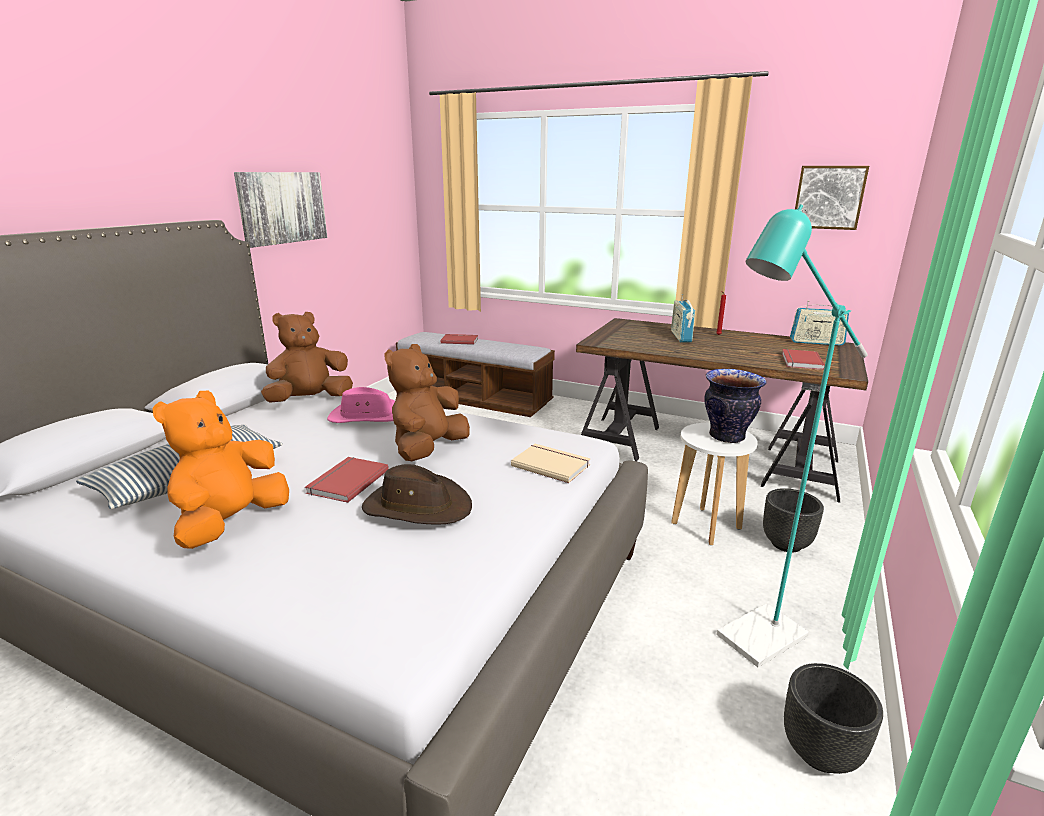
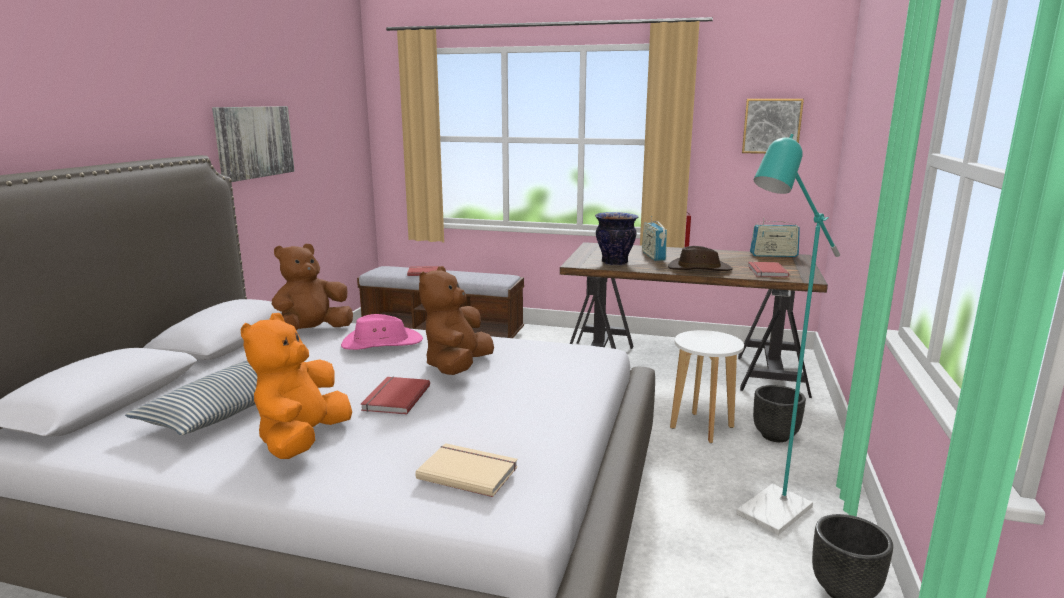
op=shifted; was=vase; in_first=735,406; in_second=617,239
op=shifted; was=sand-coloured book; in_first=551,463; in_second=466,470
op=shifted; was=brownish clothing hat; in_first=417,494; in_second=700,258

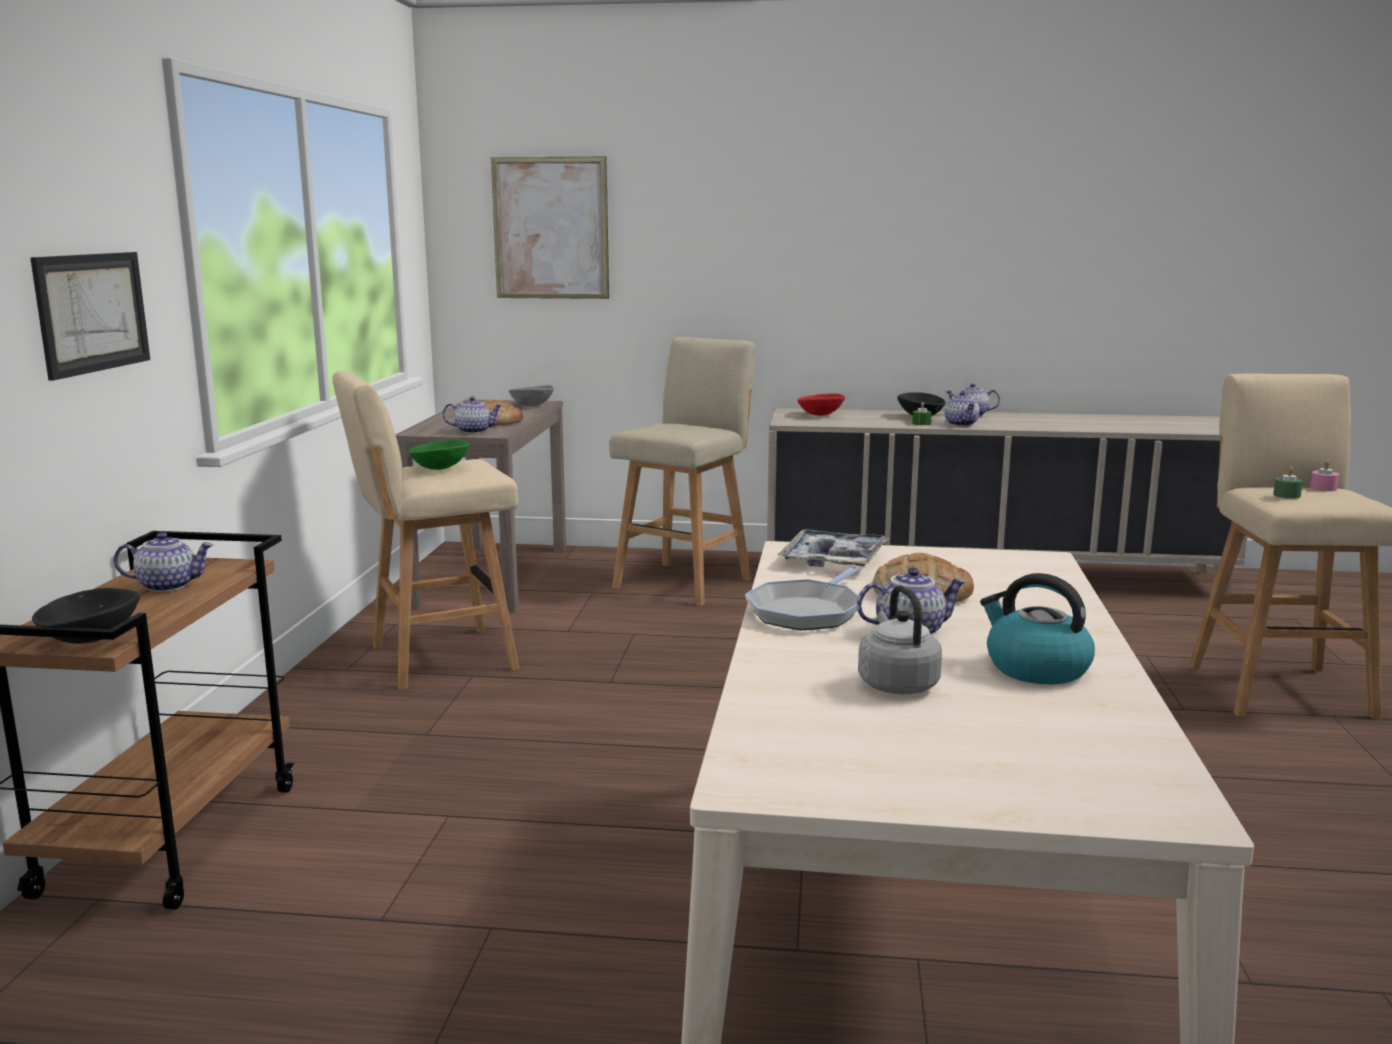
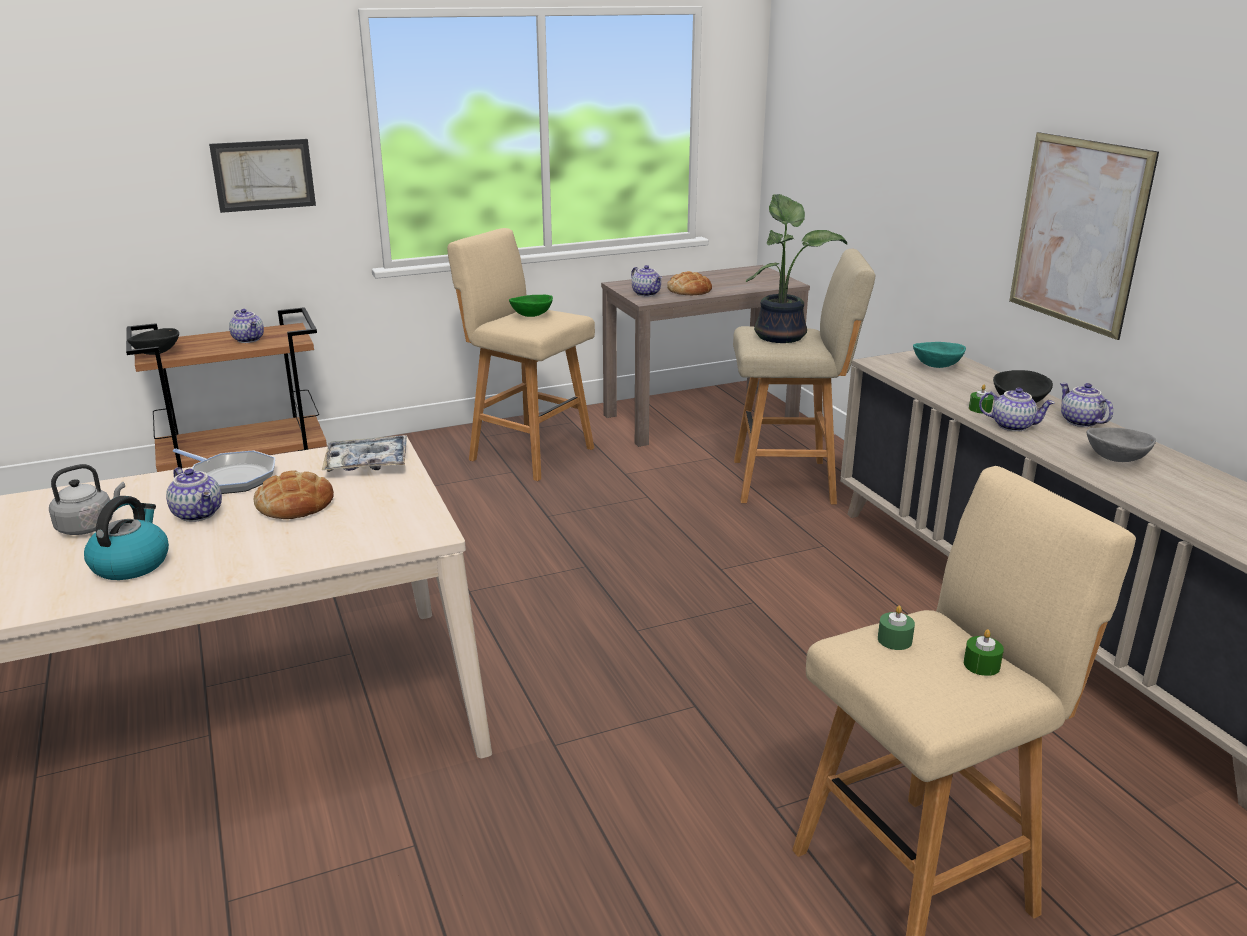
op=shifted; was=wall art; in_first=550,228; in_second=1084,236
op=shifted; was=greyish serving bowl; in_first=531,395; in_second=1121,445
op=rotated; was=tea pot; in_first=962,408; in_second=1017,409; clockwise=-120
op=repainted; was=red-coloured serving bowl; now=turquoise-coloured serving bowl; in_first=821,404; in_second=939,355
op=repainted; was=pink-coloured wax light; now=green wax light; in_first=1324,475; in_second=984,653
op=rotated; was=frying pan; in_first=804,598; in_second=224,471; clockwise=-150
op=new; now=plant in a pot; in_second=796,268

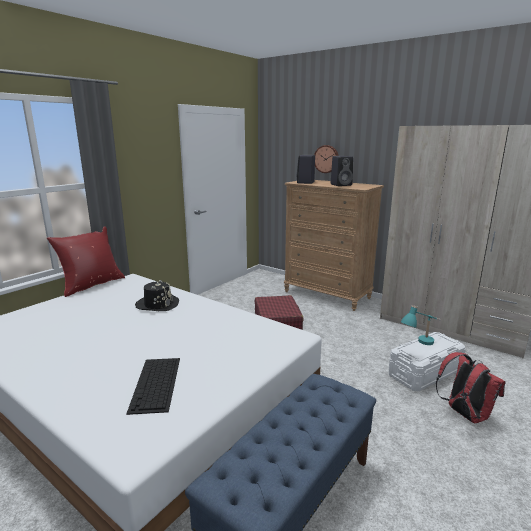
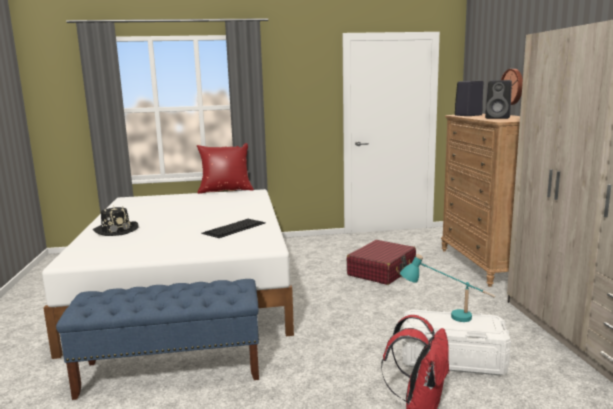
op=shifted; was=black-coloured clothing hat; in_first=157,295; in_second=116,221
op=shifted; was=PC keyboard; in_first=153,386; in_second=233,228

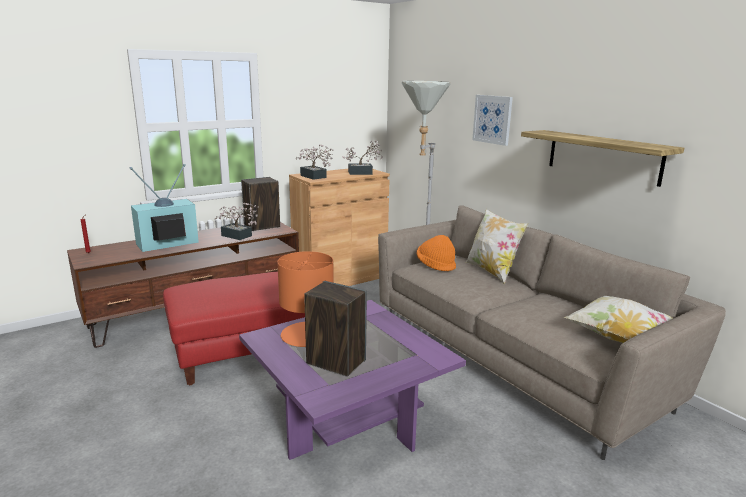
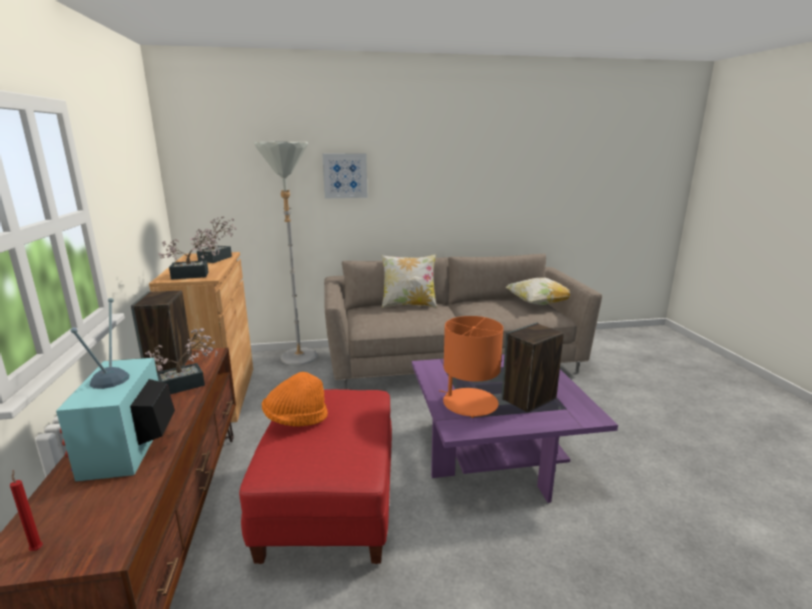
op=gone; was=shelf; in_first=602,158
op=shifted; was=orange clothing hat; in_first=436,253; in_second=295,399

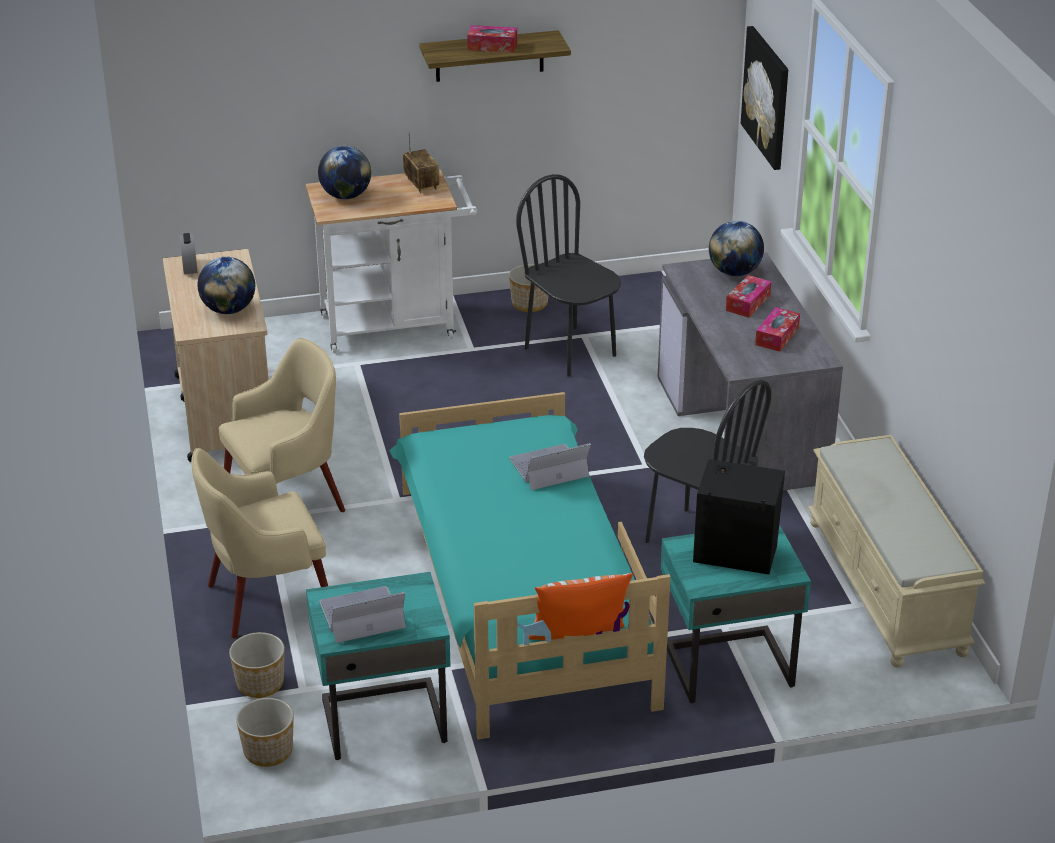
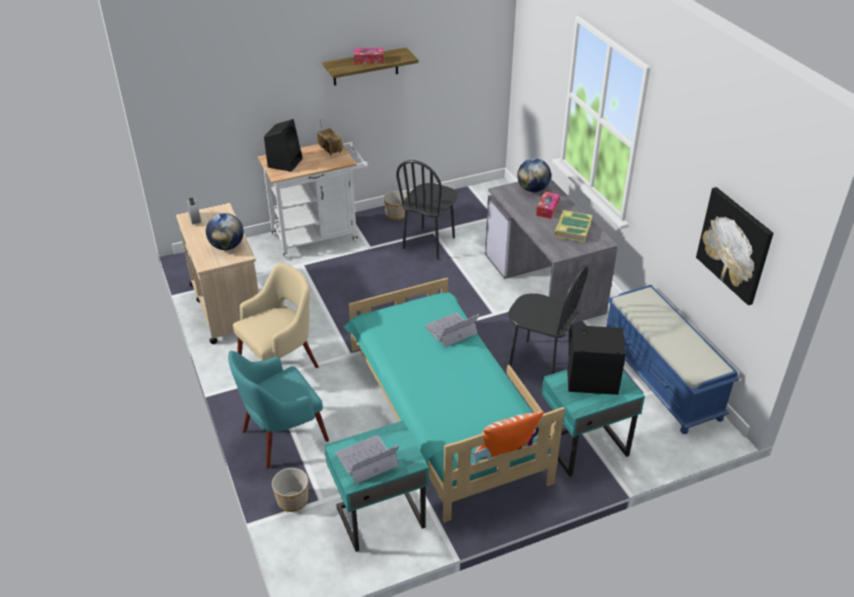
op=shifted; was=wall art; in_first=764,98; in_second=734,246
op=swapped; was=desk globe; now=black-coloured speaker; in_first=344,172; in_second=283,145
op=rotated; was=black-coloured upright chair; in_first=568,275; in_second=426,209; clockwise=-105
op=swapped; was=tissue holder; now=book; in_first=777,329; in_second=573,226
op=repainted; was=sand-coloured long seat; now=blue-coloured long seat; in_first=896,551; in_second=673,359
op=repainted; was=sand-coloured armchair; now=turquoise-coloured armchair; in_first=259,543; in_second=278,410
op=gone; was=planter; in_first=265,732

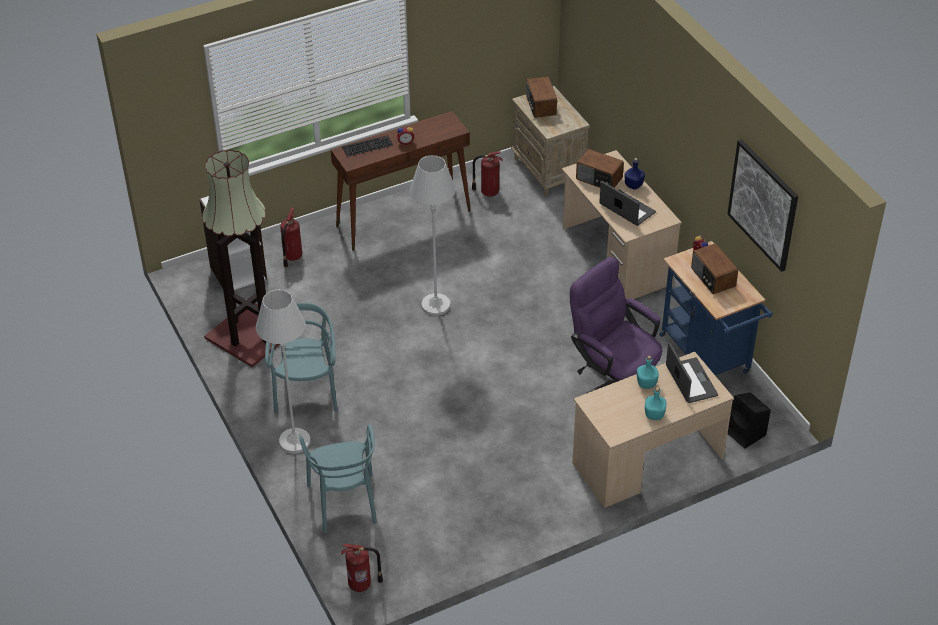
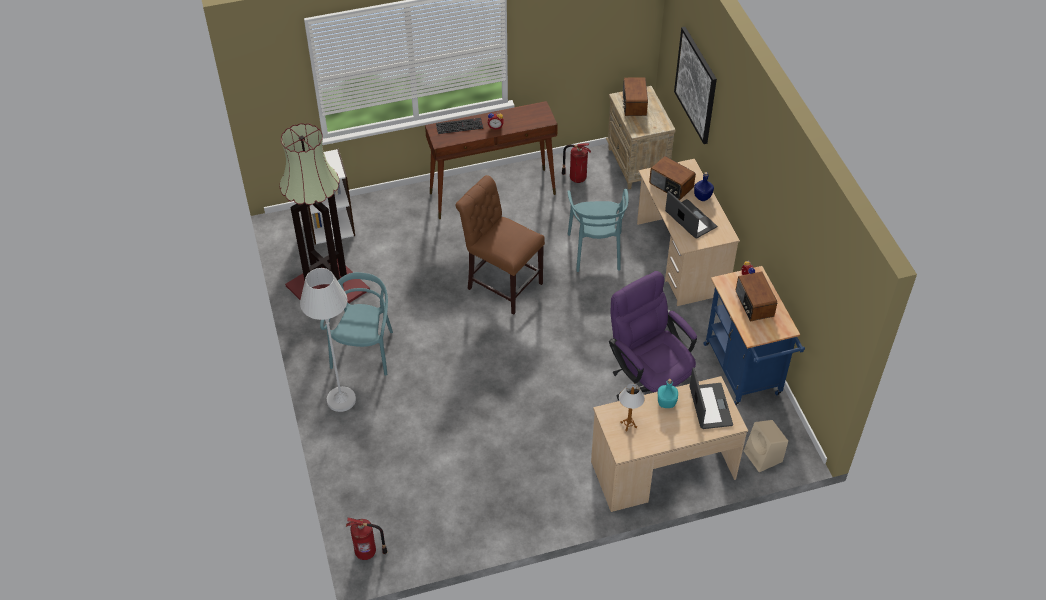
op=shifted; was=wall art; in_first=762,205; in_second=695,85
op=swapped; was=whitish standing lamp; now=brownish upright chair; in_first=433,235; in_second=500,244
op=gone; was=extinguisher; in_first=291,237
op=gone; was=turquoise-coloured bottle; in_first=655,403
op=repainted; was=black-coloured speaker; now=sand-coloured speaker; in_first=749,420; in_second=766,446
op=shifted; was=turquoise-coloured upright chair; in_first=338,478; in_second=598,230
op=new; now=tabletop lamp; in_second=632,407

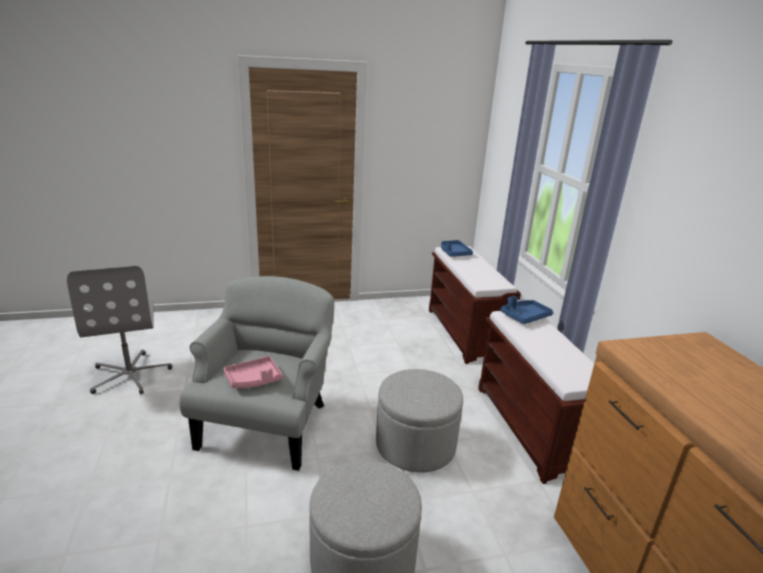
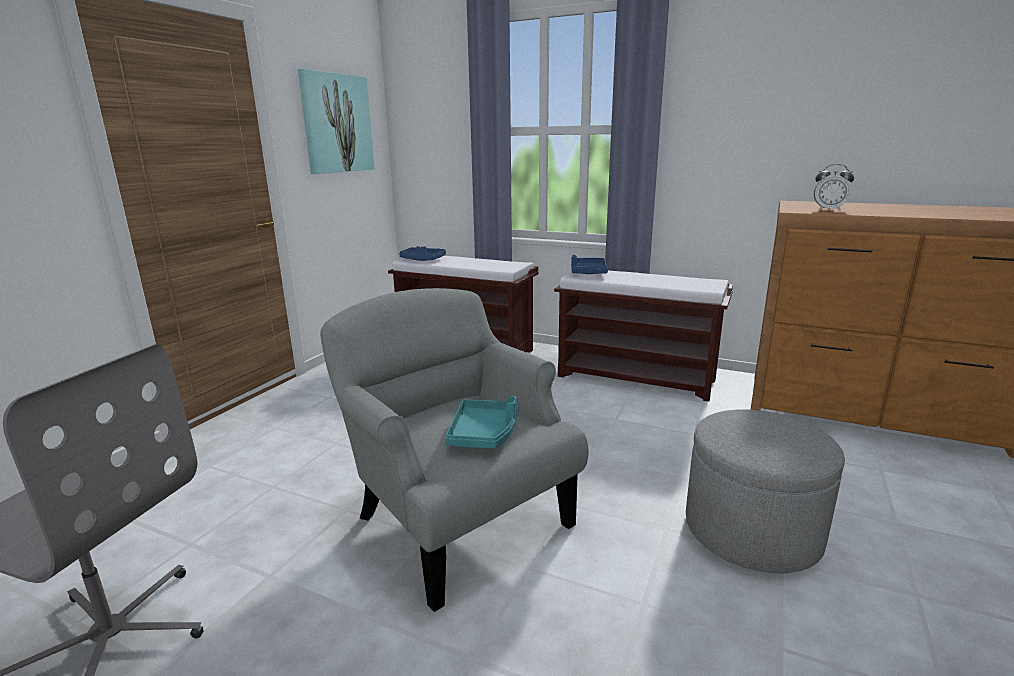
op=repainted; was=pink-coloured tray; now=turquoise-coloured tray; in_first=253,372; in_second=482,422
op=gone; was=greyish footrest; in_first=419,421
op=new; now=wall art; in_second=336,121
op=new; now=table clock; in_second=834,187

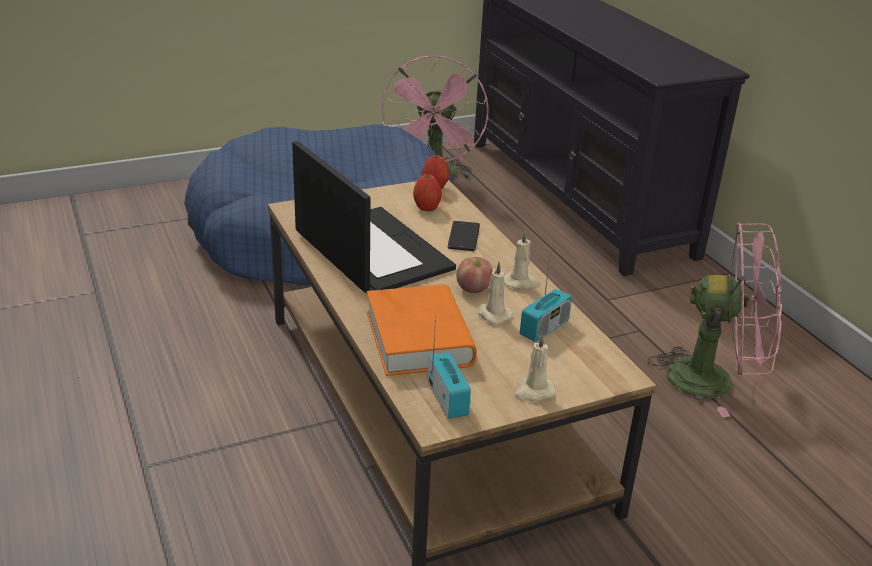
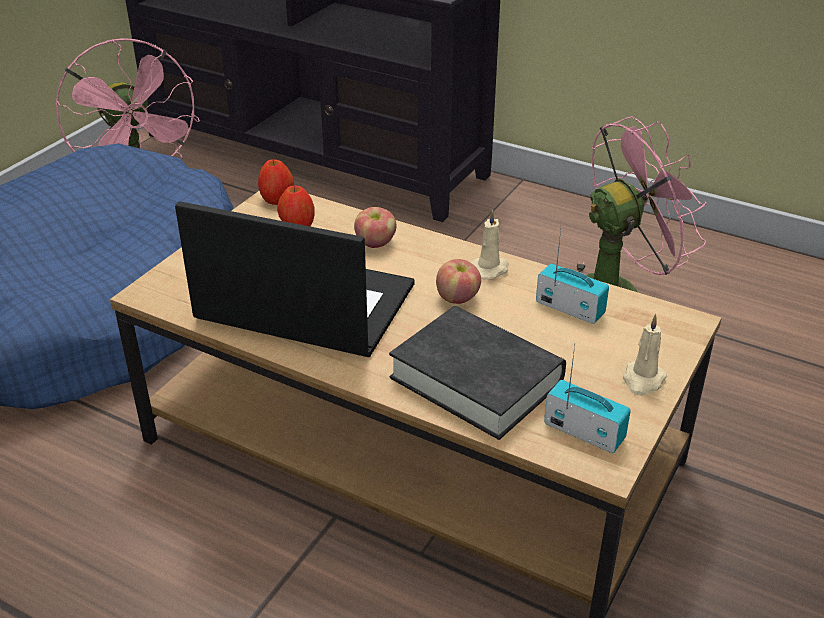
op=swapped; was=phone; now=whole apple; in_first=464,236; in_second=375,227
op=rotated; was=radio receiver; in_first=546,295; in_second=572,277; clockwise=-60
op=gone; was=sand-coloured wax light; in_first=495,292
op=repainted; was=orange book; now=black-coloured book; in_first=422,330; in_second=477,373

